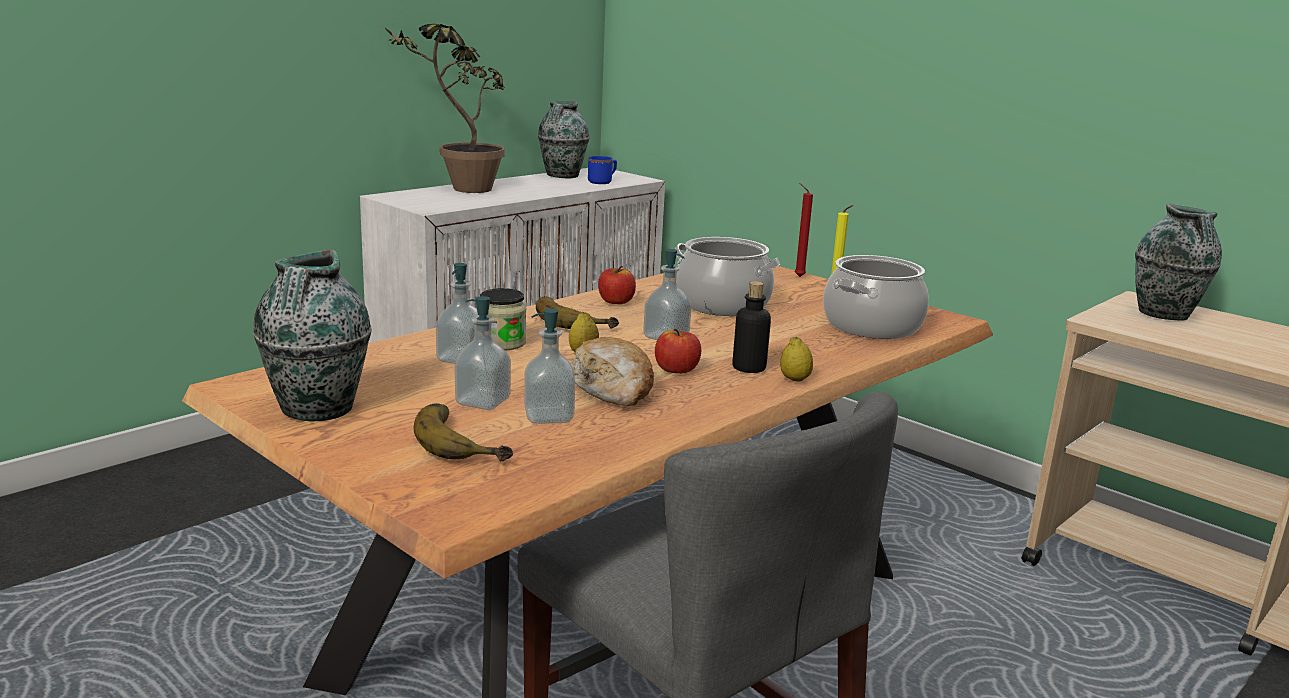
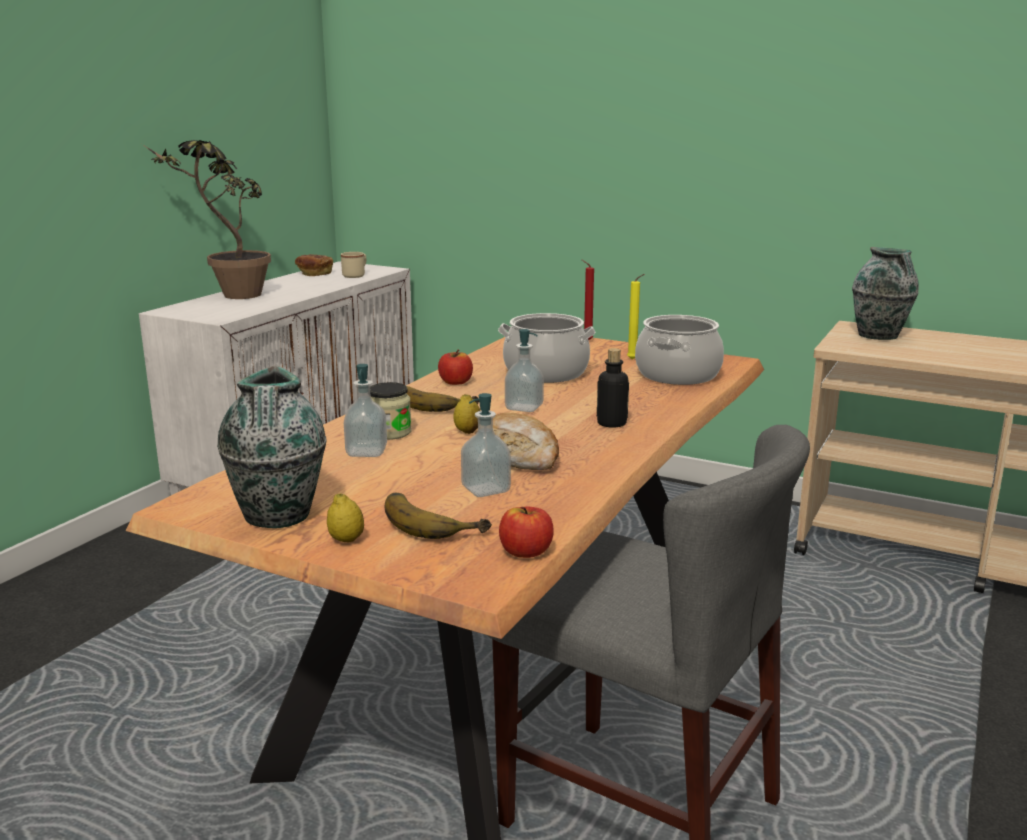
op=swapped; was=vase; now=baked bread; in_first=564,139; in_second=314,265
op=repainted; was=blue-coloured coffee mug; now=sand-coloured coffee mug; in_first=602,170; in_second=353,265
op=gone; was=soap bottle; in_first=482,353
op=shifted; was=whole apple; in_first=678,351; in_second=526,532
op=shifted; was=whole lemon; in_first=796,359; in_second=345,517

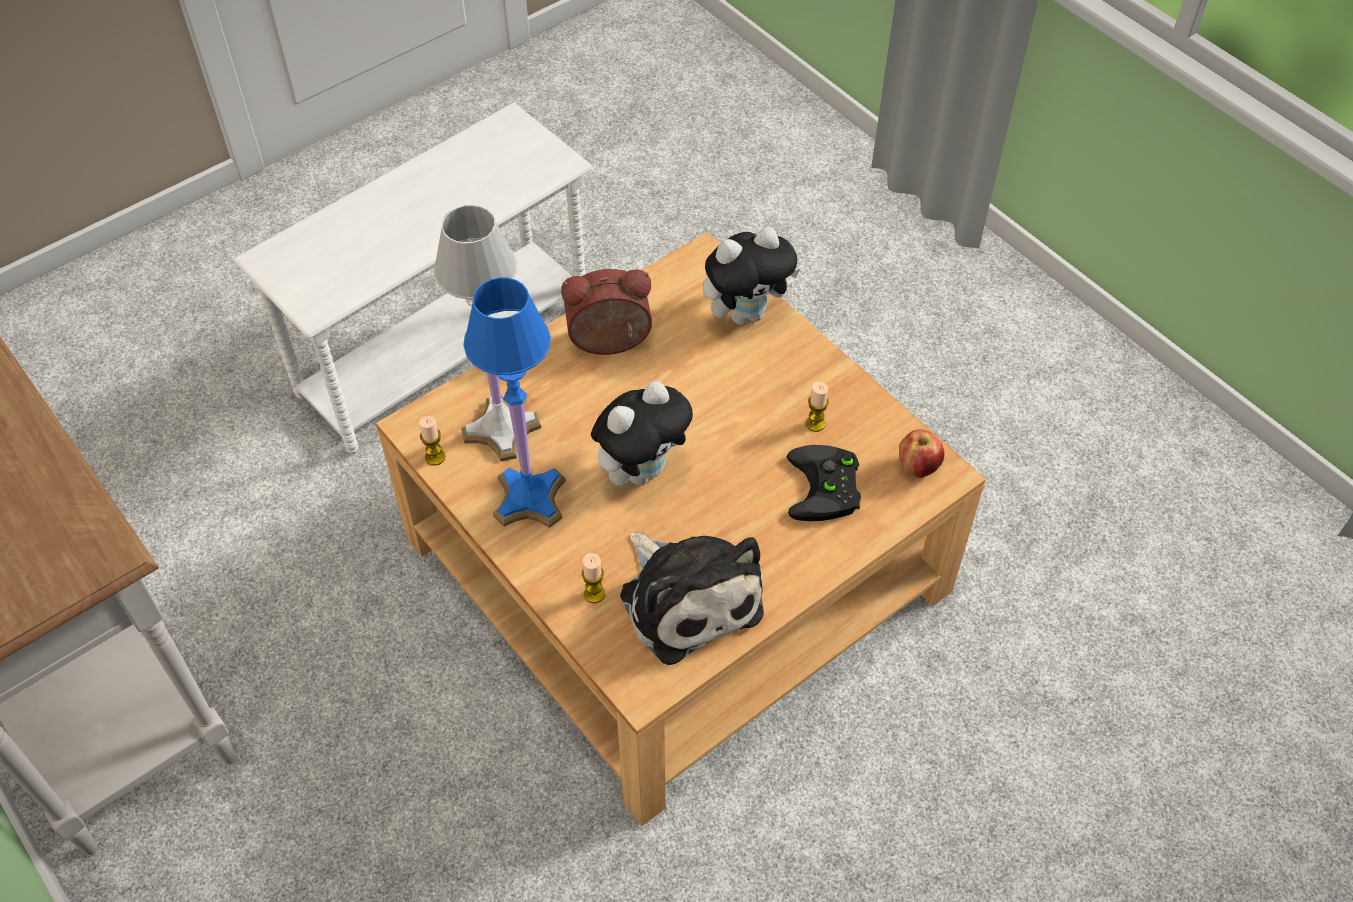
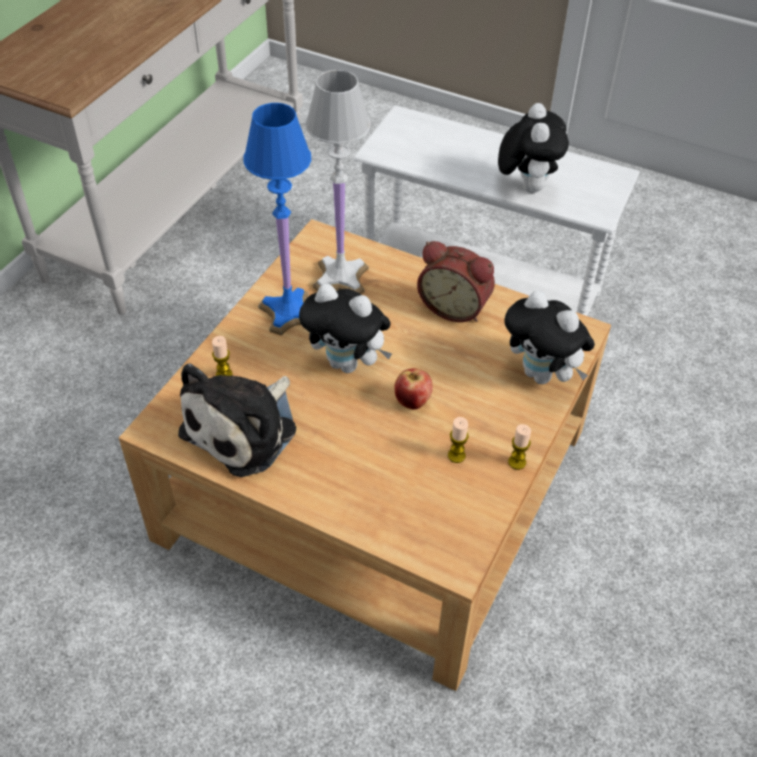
op=rotated; was=table clock; in_first=606,312; in_second=456,281; clockwise=150
op=shifted; was=wax light; in_first=432,441; in_second=519,447
op=shifted; was=whole apple; in_first=922,453; in_second=413,389
op=gone; was=black-coloured joypad; in_first=823,483
op=new; now=soft toy; in_second=533,148

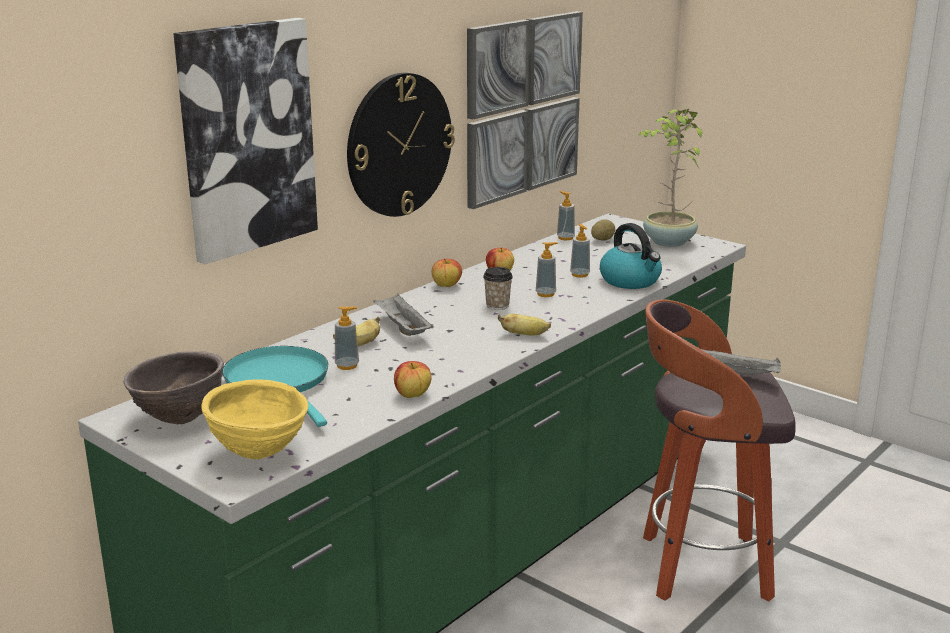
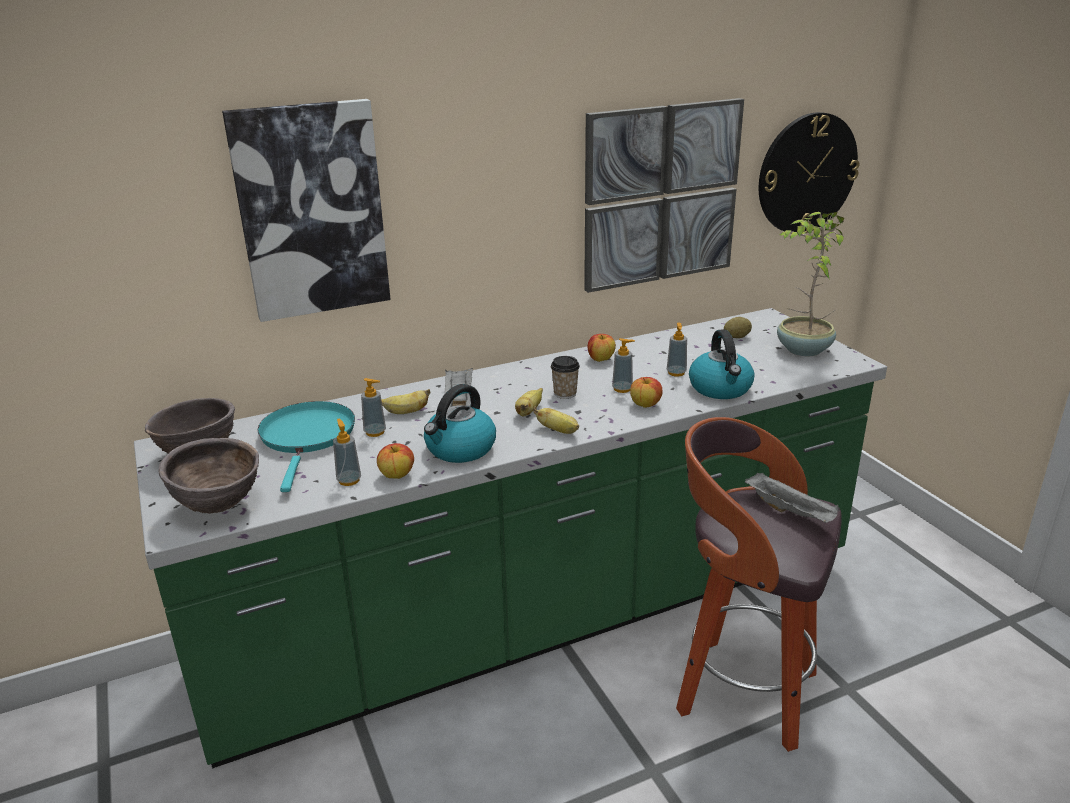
op=shifted; was=wall clock; in_first=401,145; in_second=809,173
op=shifted; was=soap bottle; in_first=566,215; in_second=347,452
op=shifted; was=whole apple; in_first=447,273; in_second=646,392
op=repainted; was=yellowish serving bowl; now=brownish serving bowl; in_first=254,419; in_second=209,476
op=new; now=kettle; in_second=460,423
op=new; now=banana fruit; in_second=529,402

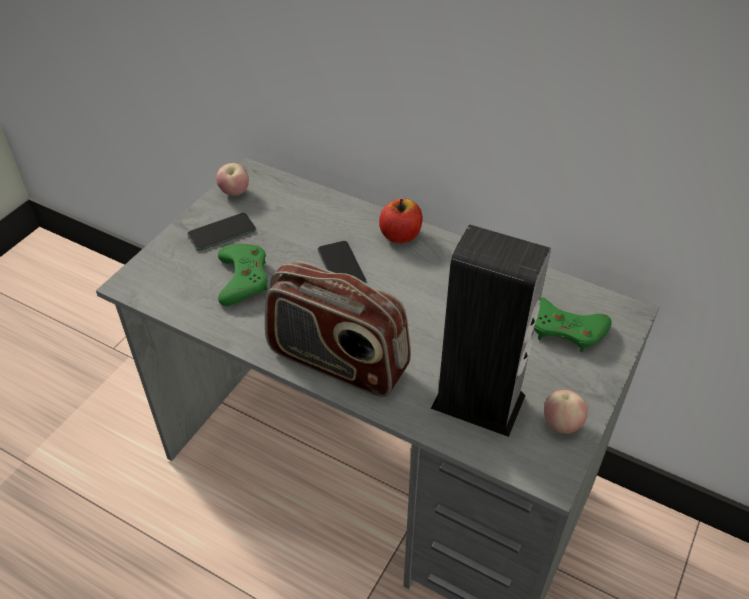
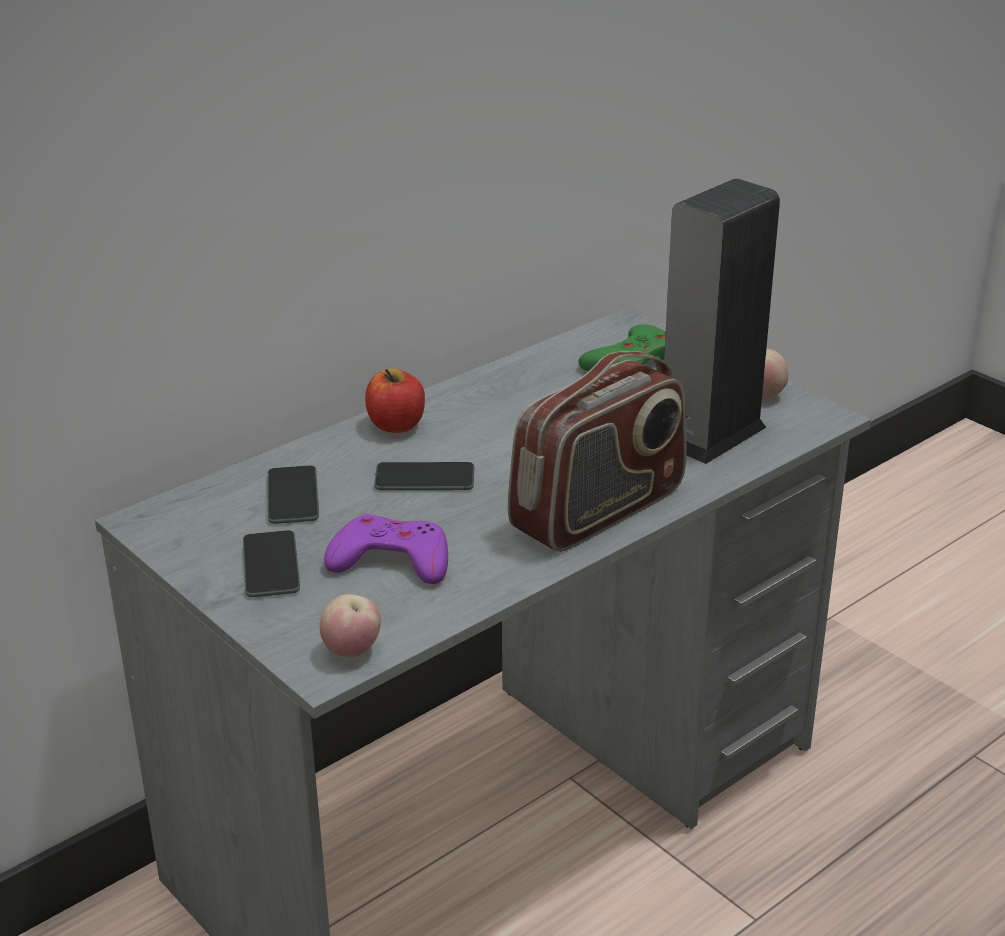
op=shifted; was=whole apple; in_first=232,179; in_second=350,625
op=repainted; was=green joypad; now=purple-coloured joypad; in_first=242,275; in_second=386,549
op=new; now=phone; in_second=293,494

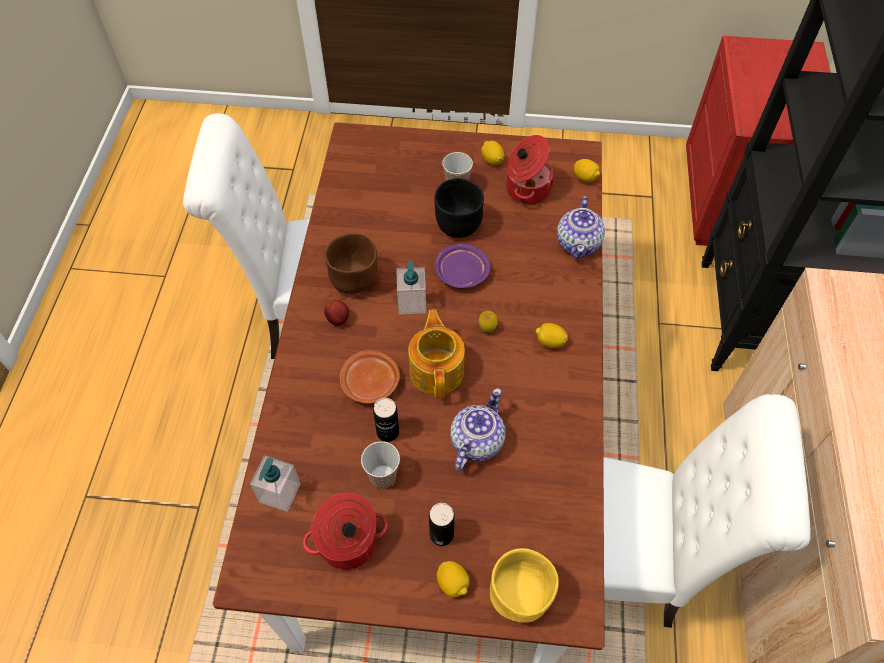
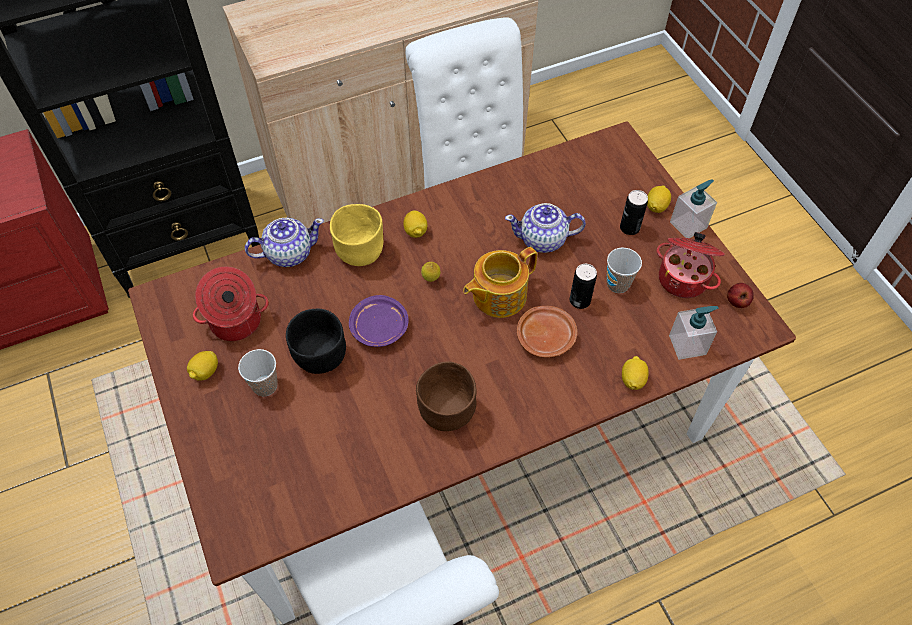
op=shifted; was=whole lemon; in_first=587,170; in_second=635,373
op=shifted; was=soap bottle; in_first=411,288; in_second=693,208
op=shifted; was=whole apple; in_first=336,313; in_second=740,295
op=shifted; was=yellowish serving bowl; in_first=524,585; in_second=356,235

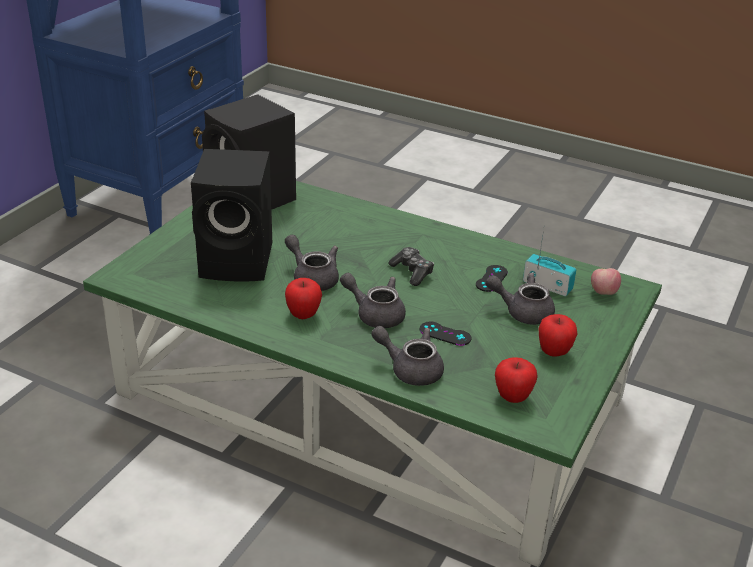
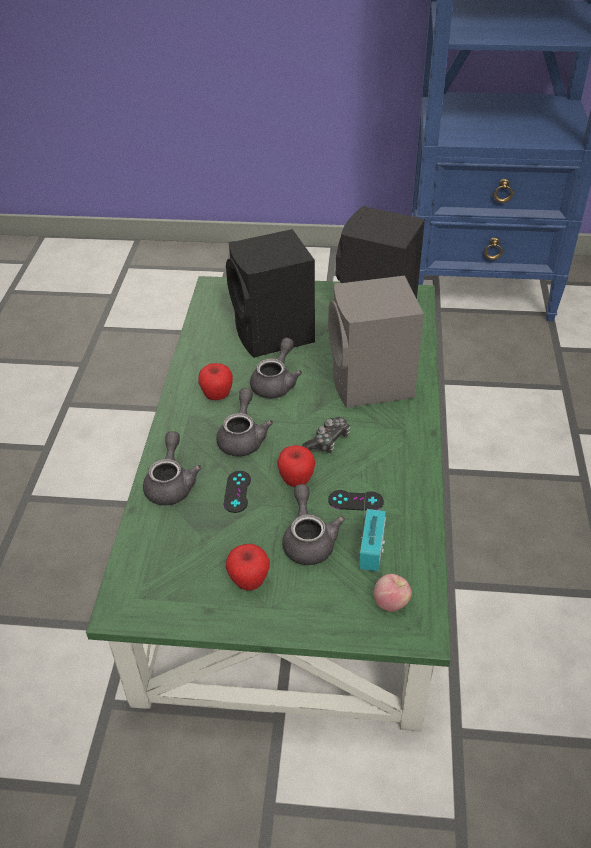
op=shifted; was=whole apple; in_first=516,380; in_second=296,466
op=new; now=greyish speaker; in_second=376,341

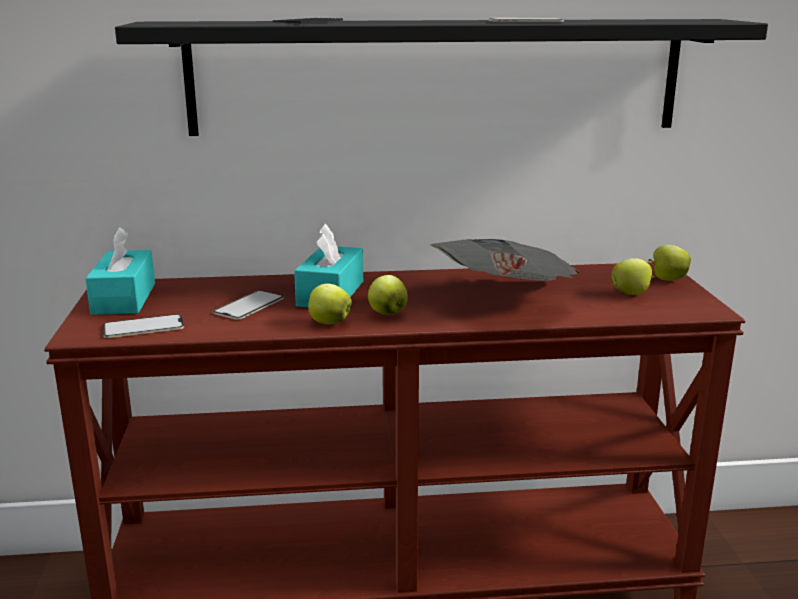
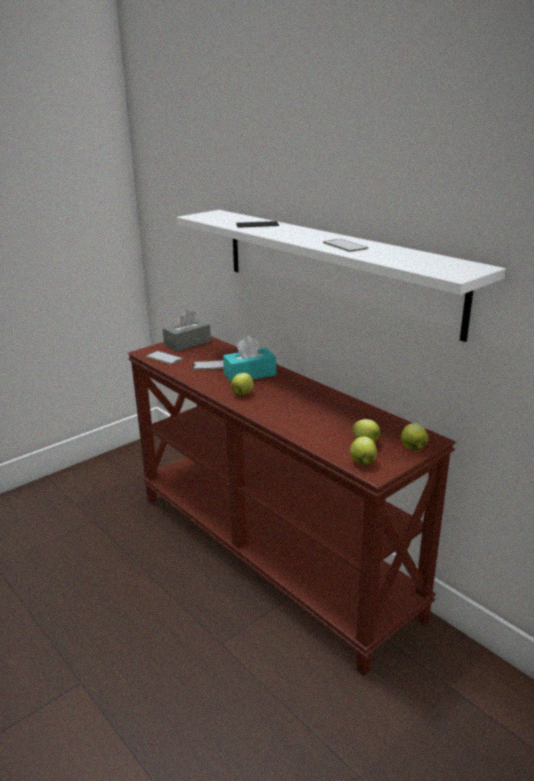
op=repainted; was=black-coloured shelf; now=whitish shelf; in_first=441,77; in_second=341,276
op=repainted; was=turquoise-coloured tissue holder; now=greyish tissue holder; in_first=120,271; in_second=187,330
op=gone; was=printed paper; in_first=504,260
op=shifted; was=whole apple; in_first=330,304; in_second=363,451

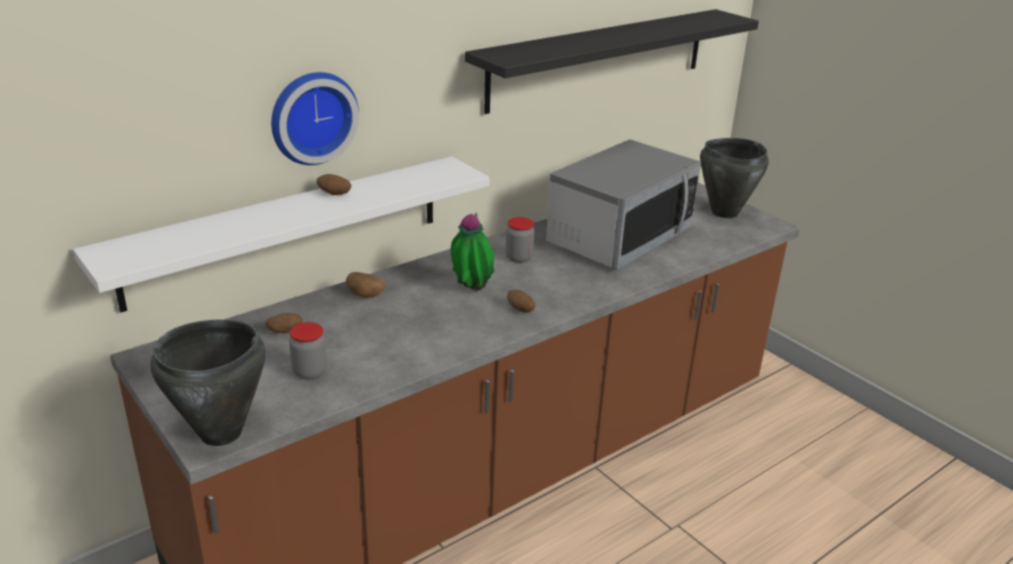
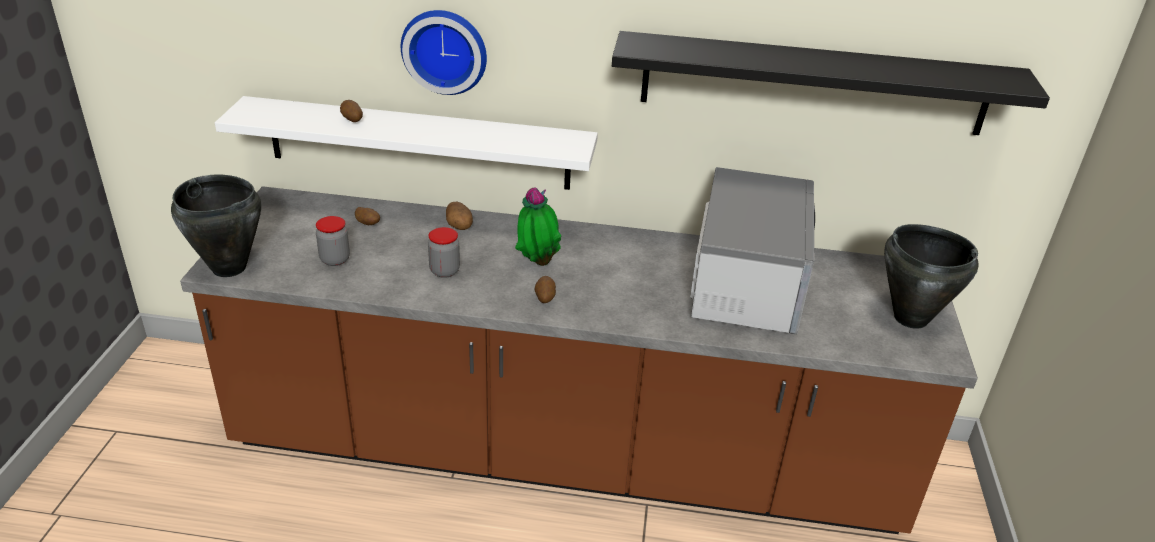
op=rotated; was=microwave; in_first=623,204; in_second=752,250; clockwise=-75
op=shifted; was=whole potato; in_first=334,184; in_second=351,111
op=shifted; was=jar; in_first=520,240; in_second=444,252

